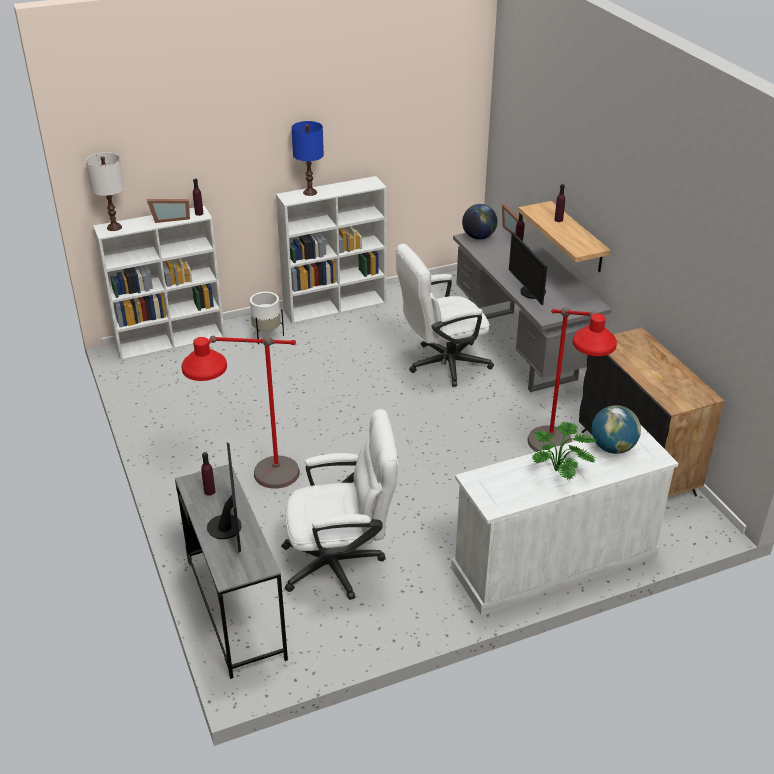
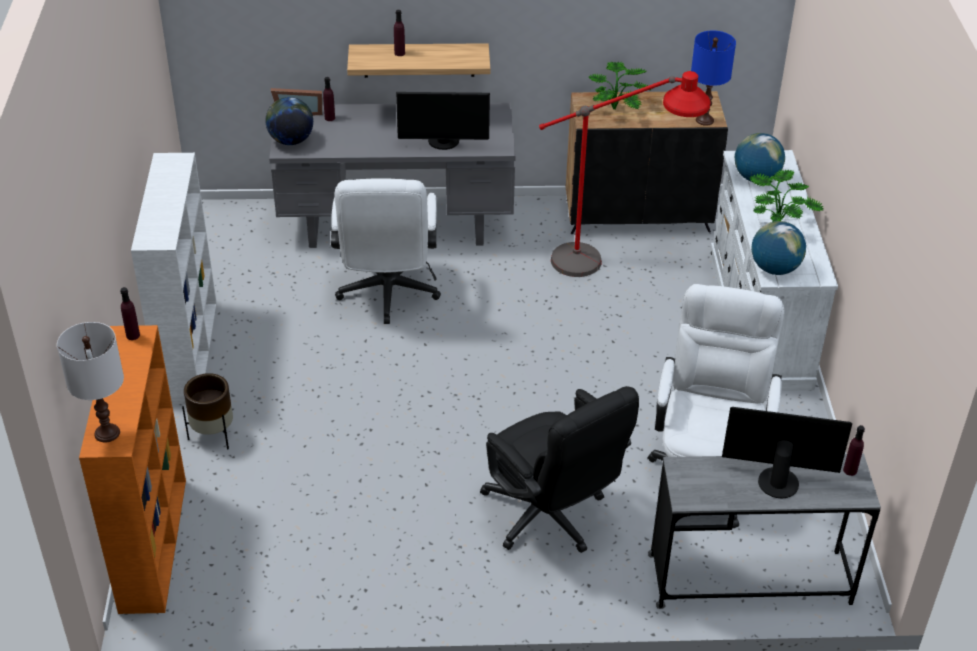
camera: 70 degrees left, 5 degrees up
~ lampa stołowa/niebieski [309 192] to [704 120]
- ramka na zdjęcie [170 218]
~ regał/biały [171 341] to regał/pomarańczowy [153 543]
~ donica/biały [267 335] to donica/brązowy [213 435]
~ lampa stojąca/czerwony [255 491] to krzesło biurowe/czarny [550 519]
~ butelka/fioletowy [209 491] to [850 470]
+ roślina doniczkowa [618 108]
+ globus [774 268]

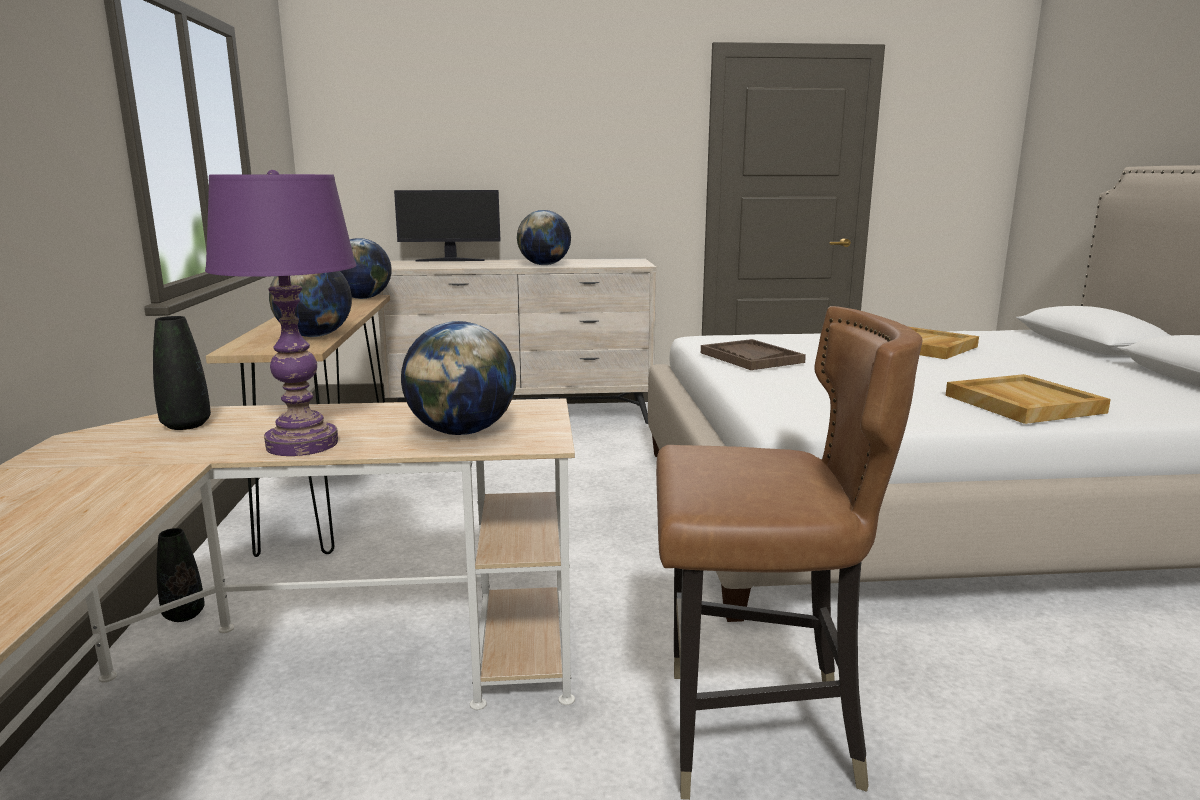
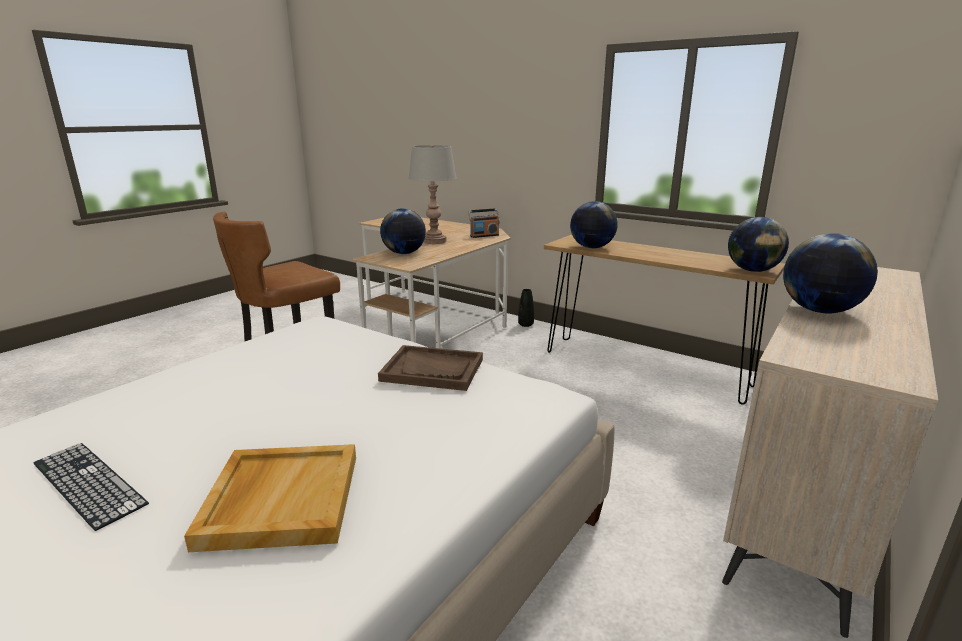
camera: 130 degrees right, 5 degrees up
~ lampa stołowa/fioletowy [302 444] to lampa stołowa/szary [434 241]
- monitor [450 260]
~ wazon/czarny [186 425] to radio [484 236]
- taca/beżowy [1021 403]
+ klawiatura [88 483]

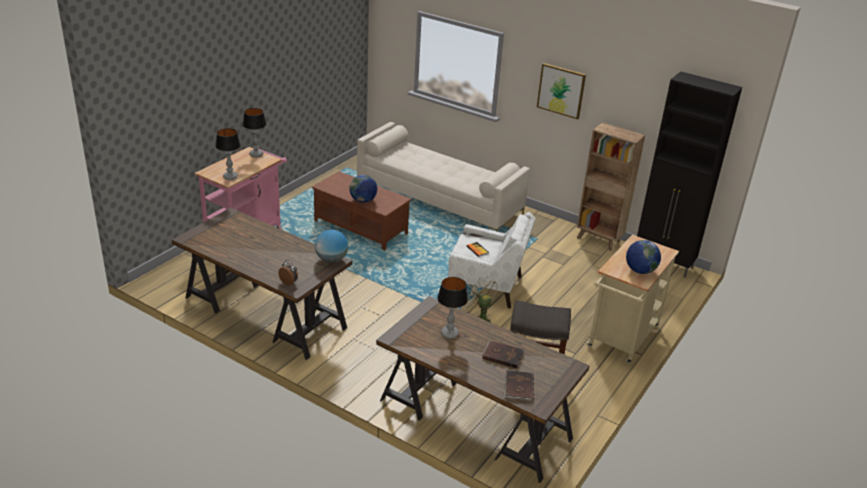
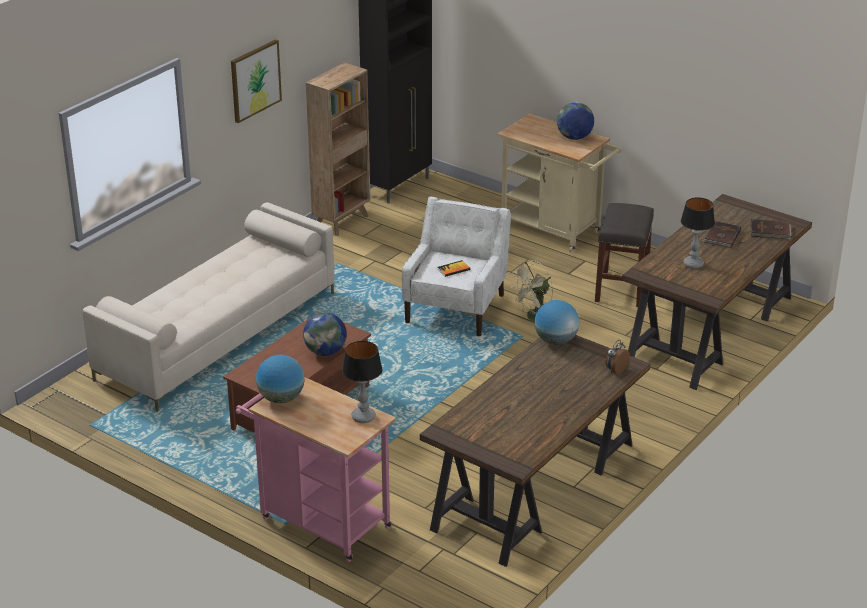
camera: 85 degrees left, 0 degrees up
~ lampa stołowa [256 154] to globus [281 398]

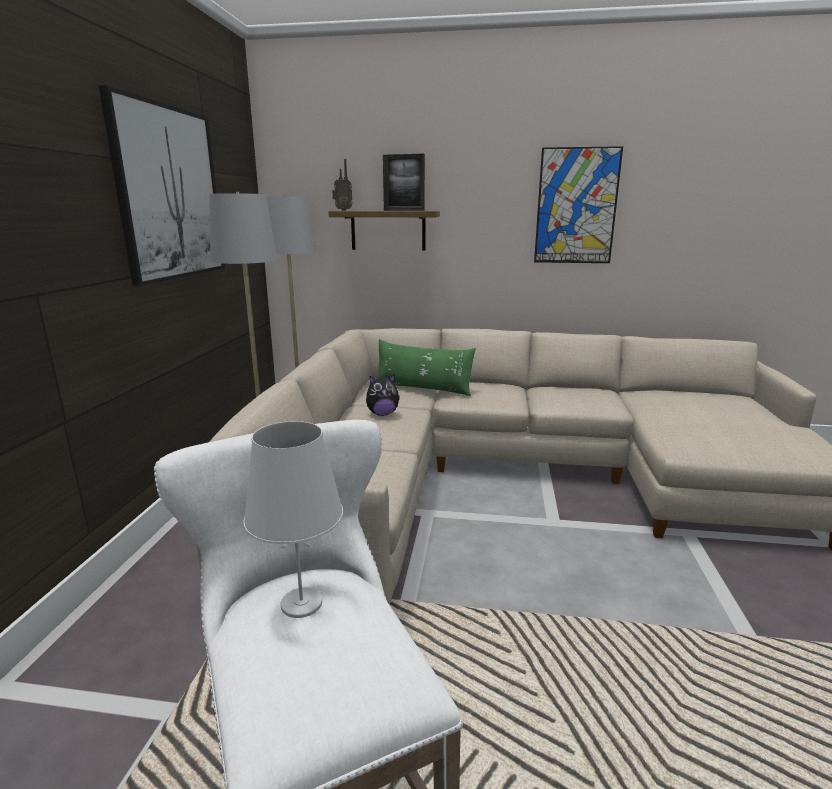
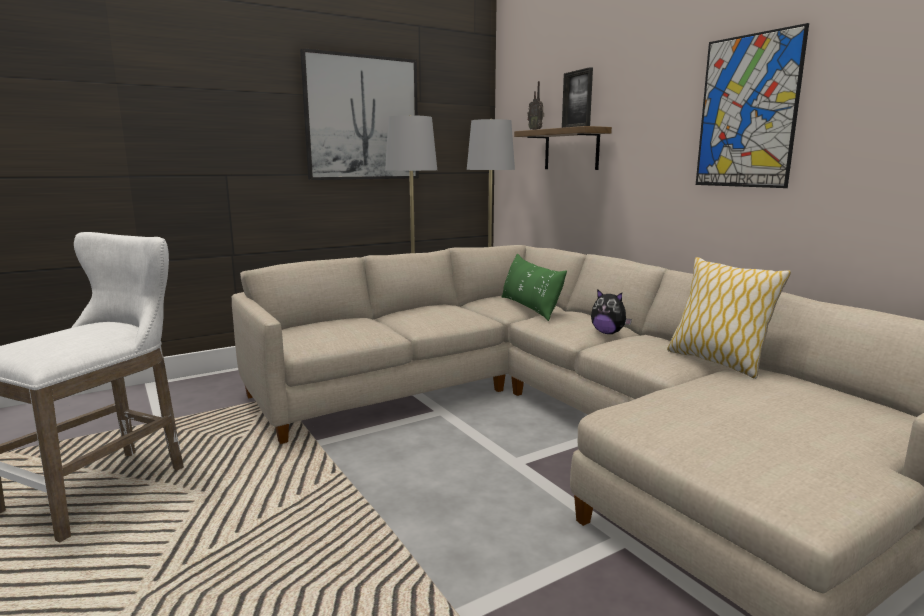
camera: 50 degrees right, 5 degrees down
~ pluszak [382 414] to [608 333]
- lampa stołowa/biały [301 603]
+ poduszka [717 362]

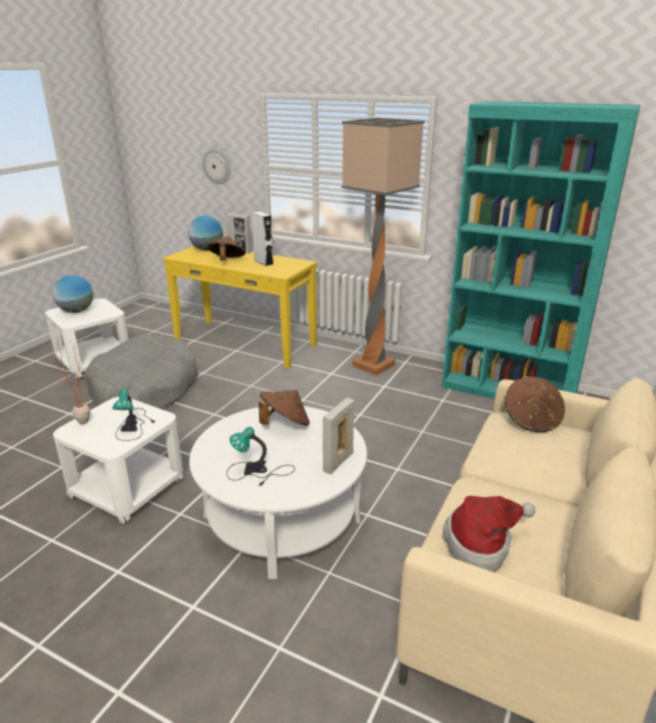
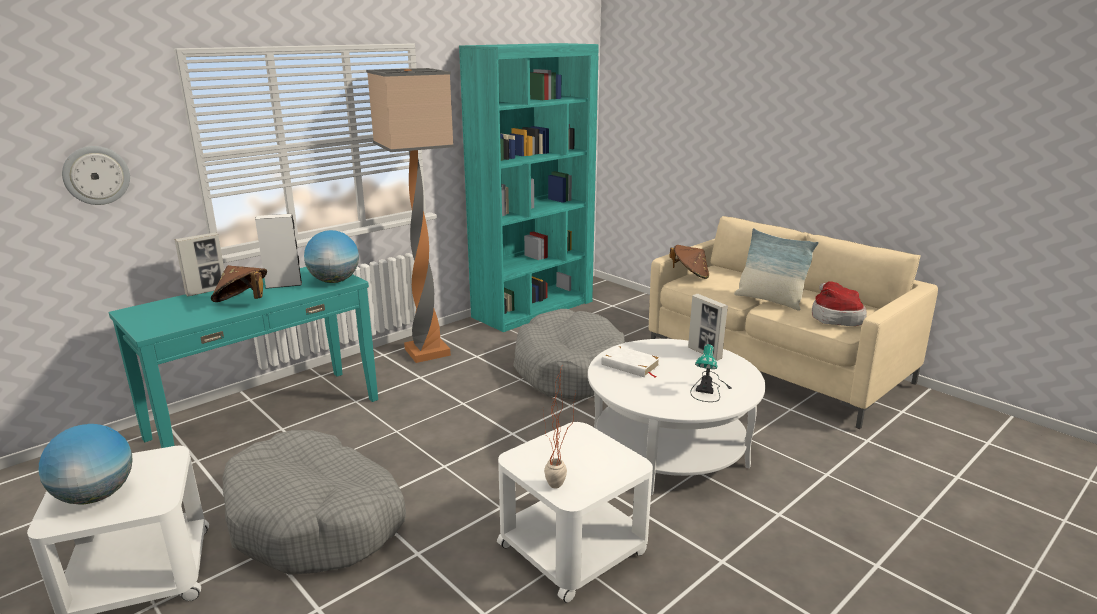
camera: 70 degrees left, 5 degrees down
~ globus [207 249] to [334 281]
~ stolik konsolowy/żółty [245 342] to stolik konsolowy/turkusowy [266 418]
- lampa stołowa [134 425]
~ kapelusz/brązowy [285 424] to książka/biały [630 365]
+ poduszka [769 300]
+ legowisko/szary [569 369]

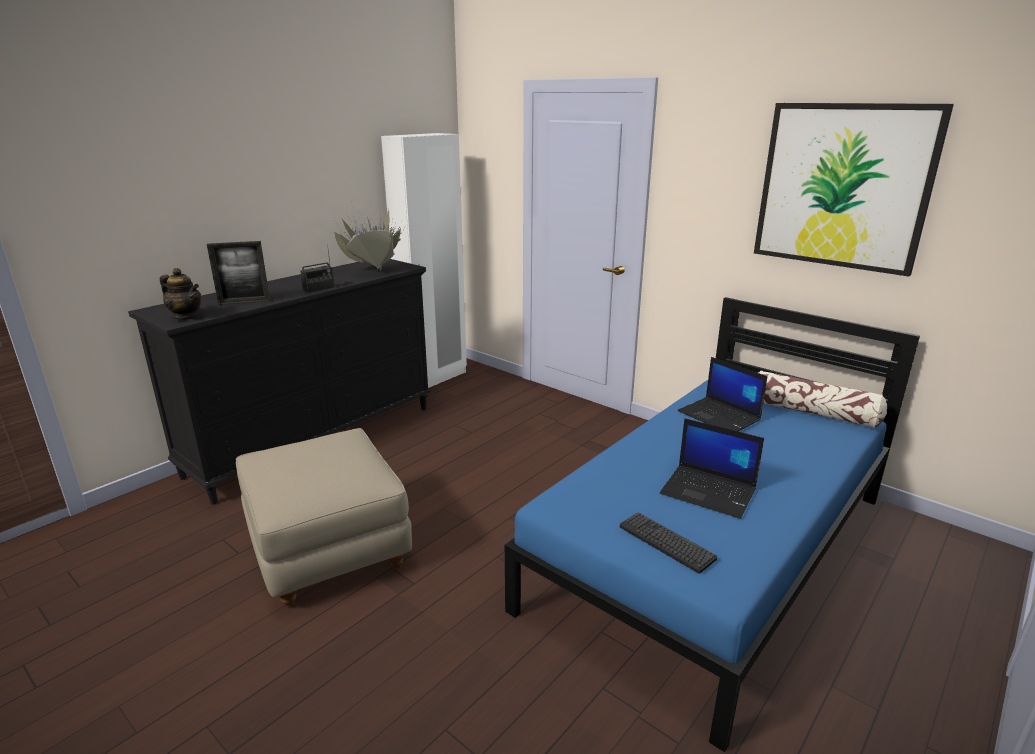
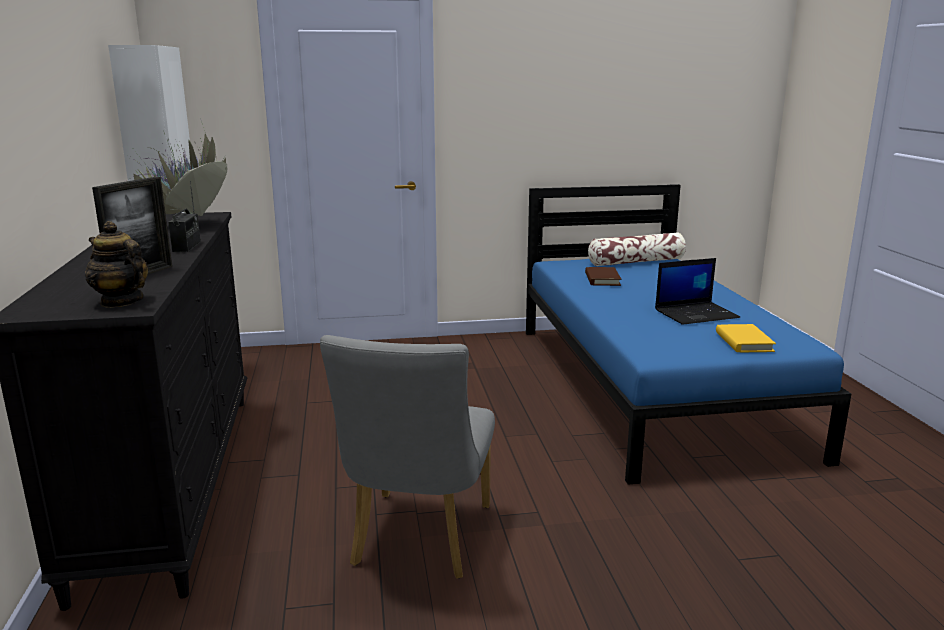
camera: 50 degrees left, 5 degrees down
- obraz [843 186]
~ imbryk [186 317] = [121 301] 120 degrees counterclockwise
~ laptop [720 416] to książka/brązowy [602 279]
~ pufa/beżowy [328 550] to krzesło/szary [418 541]
~ klawiatura [666 542] to książka/żółty [744 342]

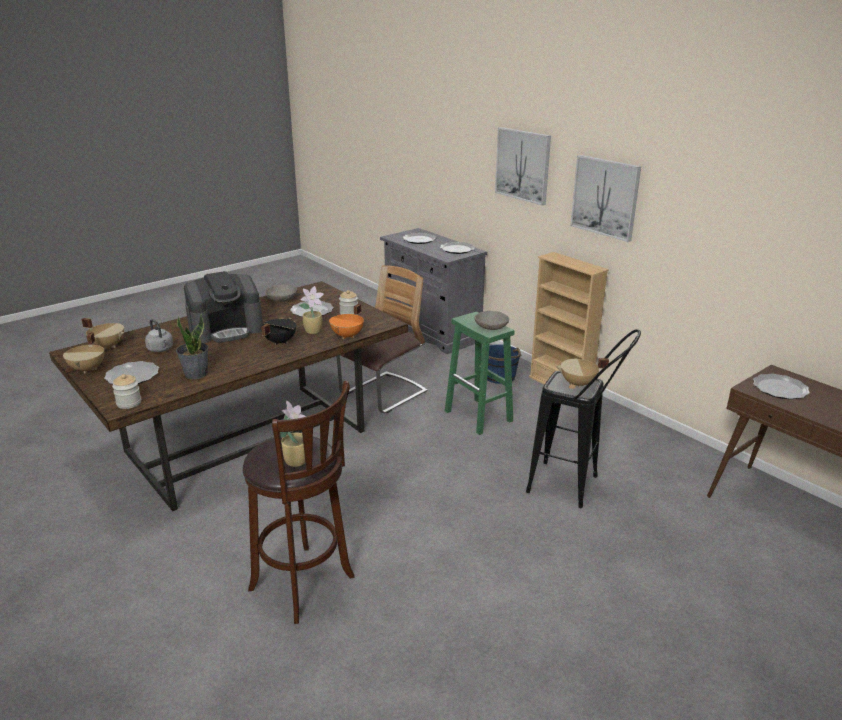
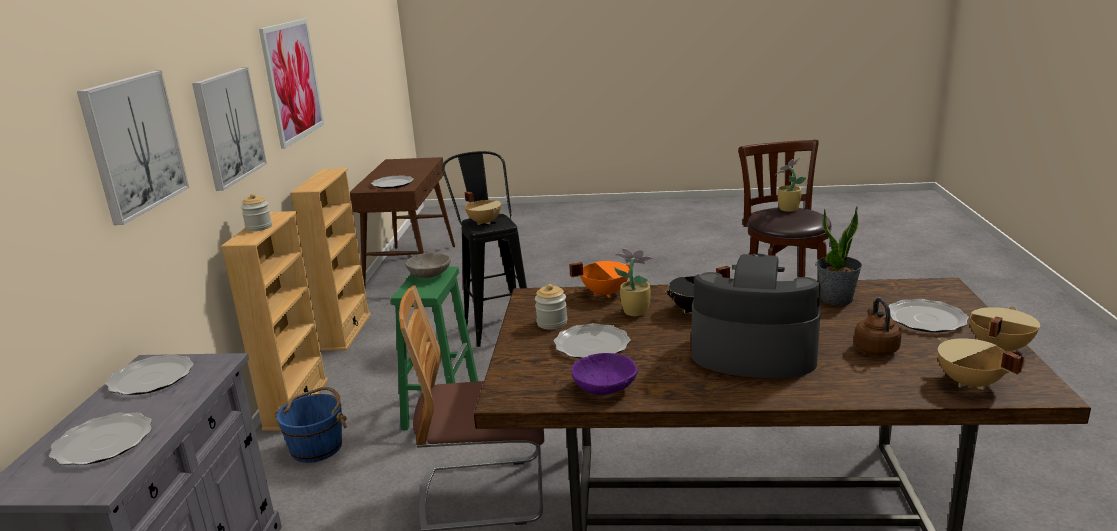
camera: 135 degrees left, 5 degrees down
~ miska/szary [281 299] to miska/fioletowy [604 387]
~ czajnik/szary [161 349] to czajnik/brązowy [875 348]
~ słoik [129 403] to [259 227]
+ obraz [292 81]
+ regał/beżowy [346 332]

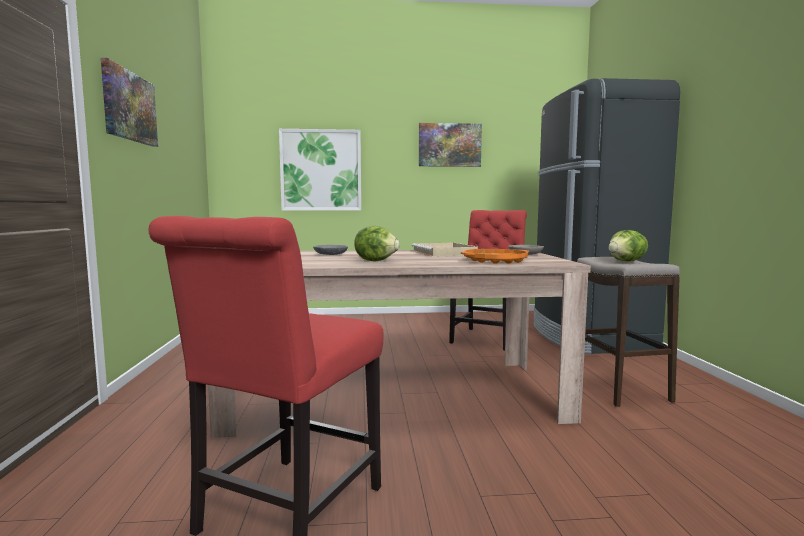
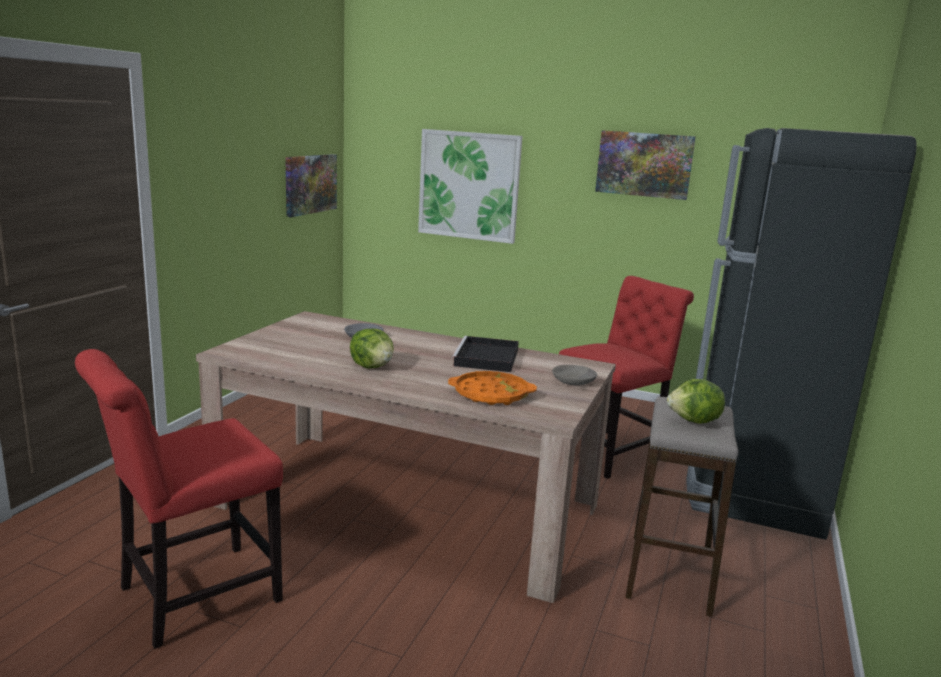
camera: 25 degrees right, 10 degrees up
~ obraz [129 107] to [310 184]
~ taca/beżowy [444 253] to taca/czarny [486 358]

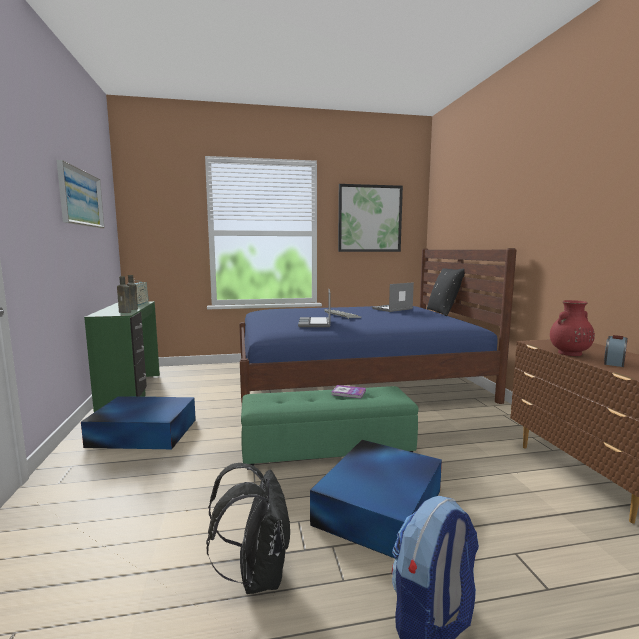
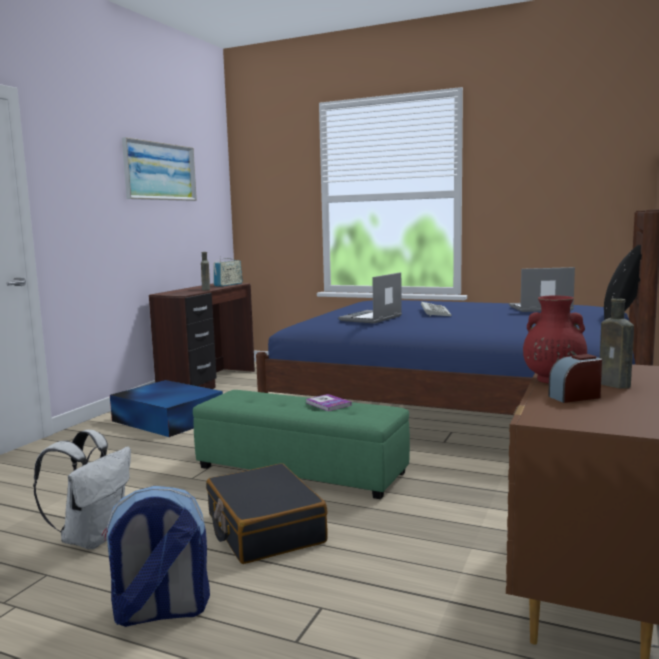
camera: 35 degrees right, 0 degrees up
- obraz [369 218]
~ butelka/brązowy [125 312] to [616 385]
~ biurko/zielony [132 391] to biurko/brązowy [209 382]
~ pojemnik do przechowywania/niebieski [380 506] to walizka/czarny [264 528]
~ plecak/czarny [256 574] to plecak/biały [93 537]

